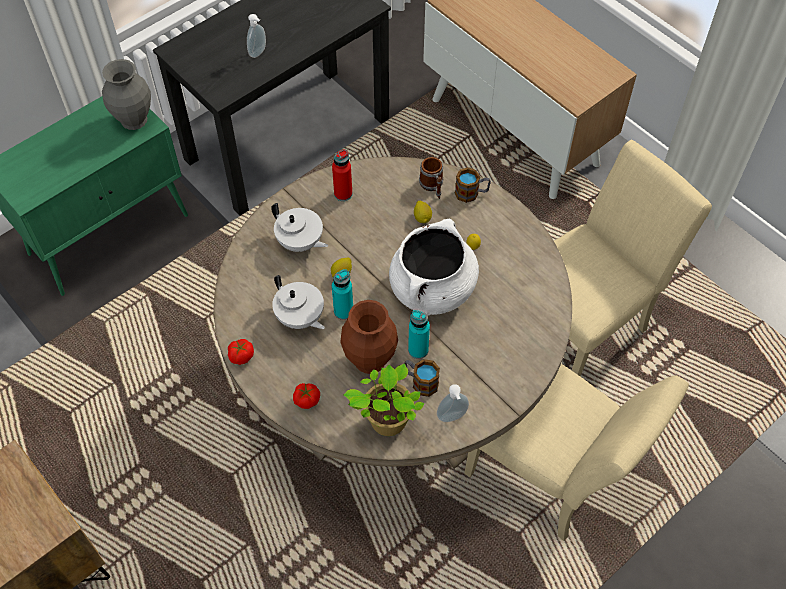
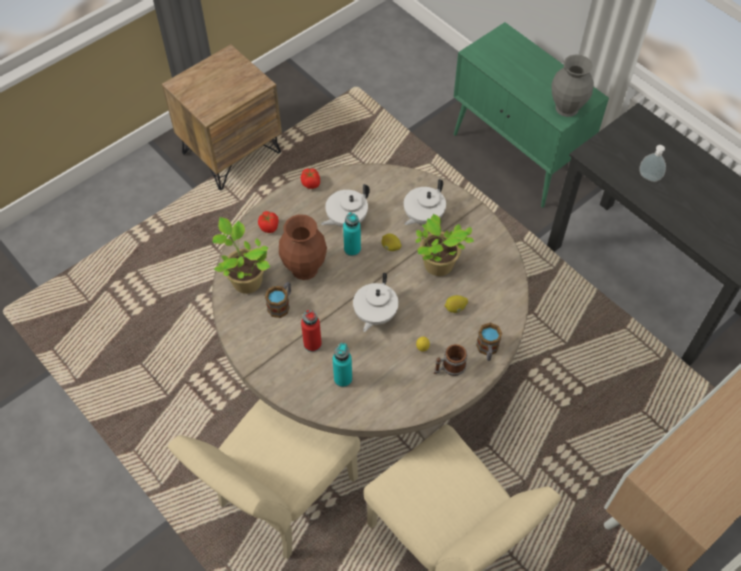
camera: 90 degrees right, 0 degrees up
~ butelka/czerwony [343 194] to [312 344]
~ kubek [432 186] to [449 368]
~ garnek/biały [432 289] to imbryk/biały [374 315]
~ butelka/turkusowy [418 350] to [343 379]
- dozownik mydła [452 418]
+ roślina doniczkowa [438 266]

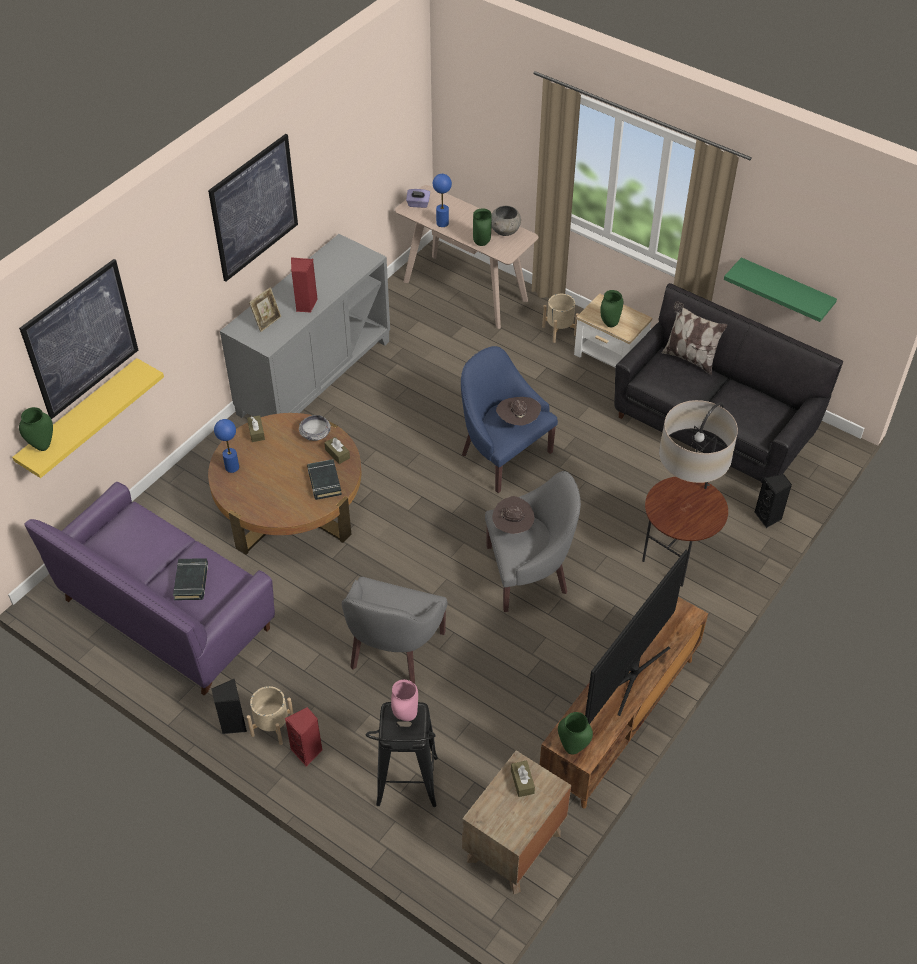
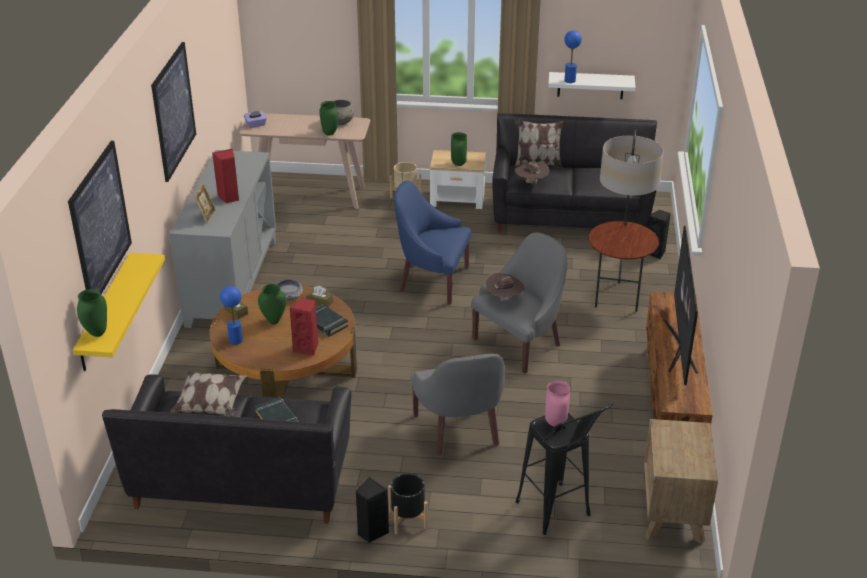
camera: 30 degrees left, 15 degrees down
~ lampa stołowa/niebieski [442 223] to [569 81]
~ półka/zielony [785 289] to półka/biały [590 85]
~ kapelusz/brązowy [518 421] to [531 182]
~ kanapa/fioletowy [166 614] to kanapa/czarny [241 481]
~ donica/beżowy [273 726] to donica/czarny [408 520]
~ głośnik/czerwony [307 751] to [307 348]
~ wazon/zielony [572 748] to [274 321]
- pudełko chusteczek/brązowy [522 782]
+ poduszka [211 406]

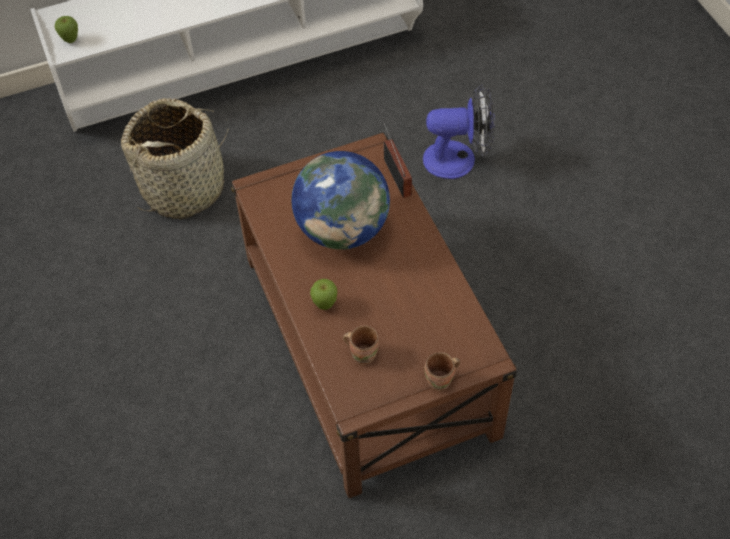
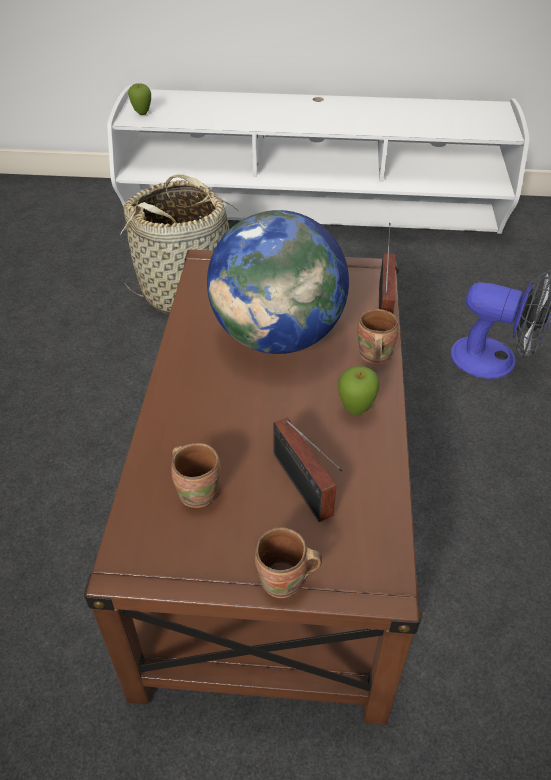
camera: 25 degrees right, 10 degrees down
~ jabłko [325 305] to [355 410]
+ kubek/brązowy [373 356]
+ radio [304 488]

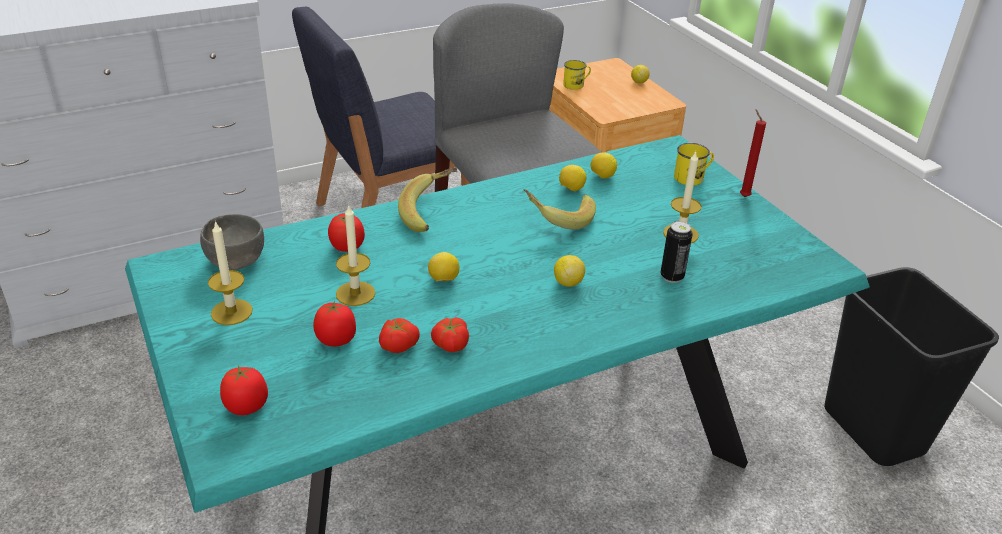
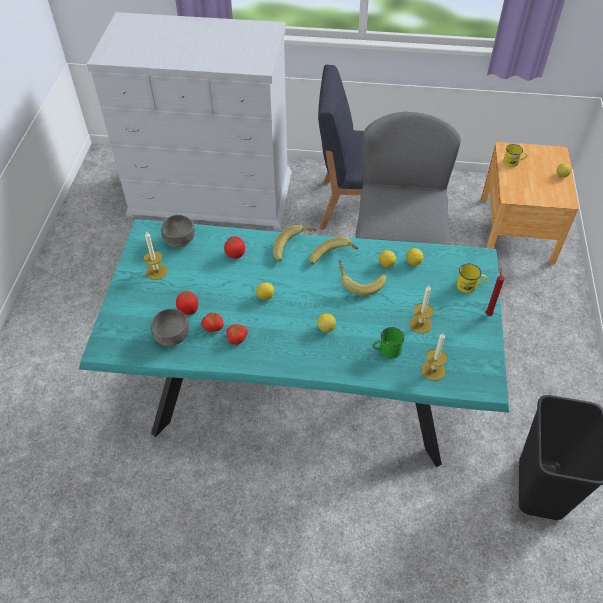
camera: 35 degrees right, 15 degrees up
~ świeca [355 293] to [433 370]
~ puszka [672 276] to kubek/zielony [386 350]
- pomidor [247 406]
+ banan [334 260]
+ miska/szary [172 336]

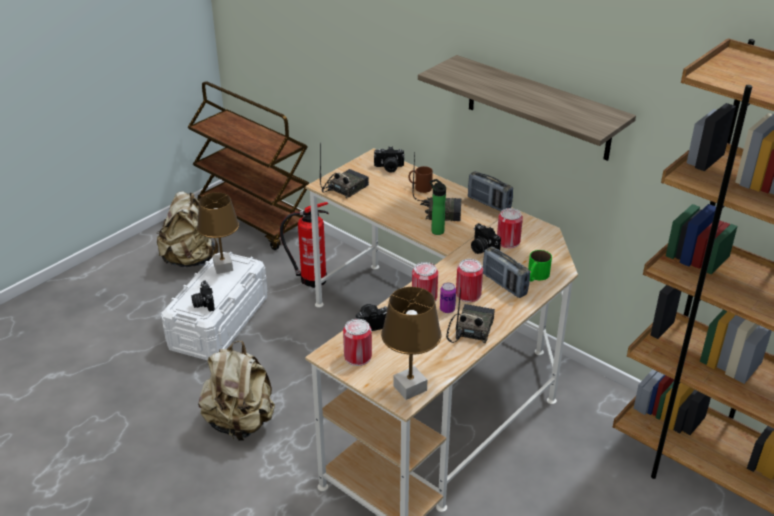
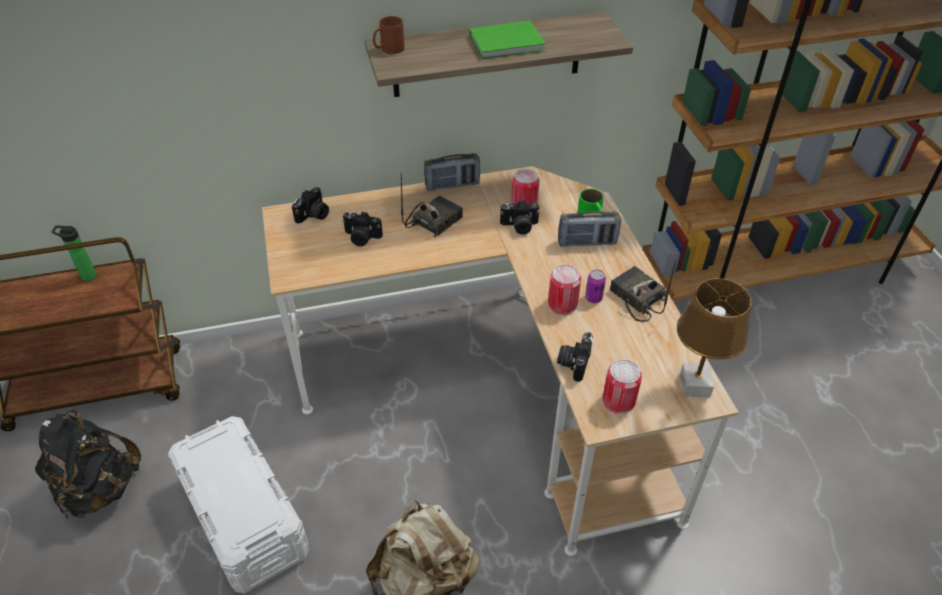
camera: 55 degrees left, 10 degrees up
- radio [345 188]
~ kubek/brązowy [419 187] to [388 50]
~ butelka [436 230] to [86 276]
~ plecak/beżowy [191 260] to plecak/czarny [99 488]
- lampa stołowa/brązowy [223 267]
- gaśnica [310 279]
- puszka [468 294]
~ aparat fotograficzny [203 303] to [361 238]
+ książka/zielony [509 43]

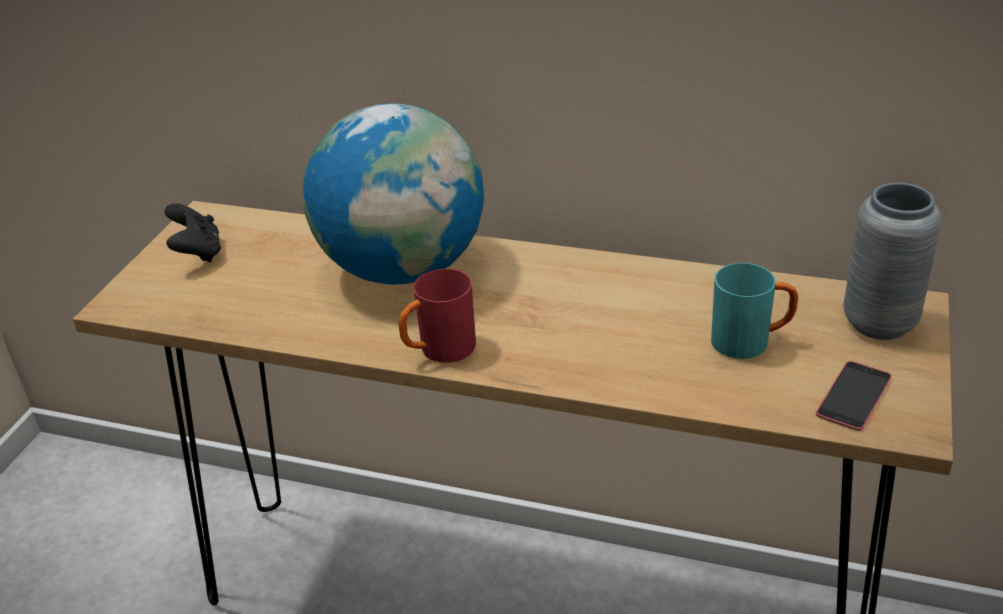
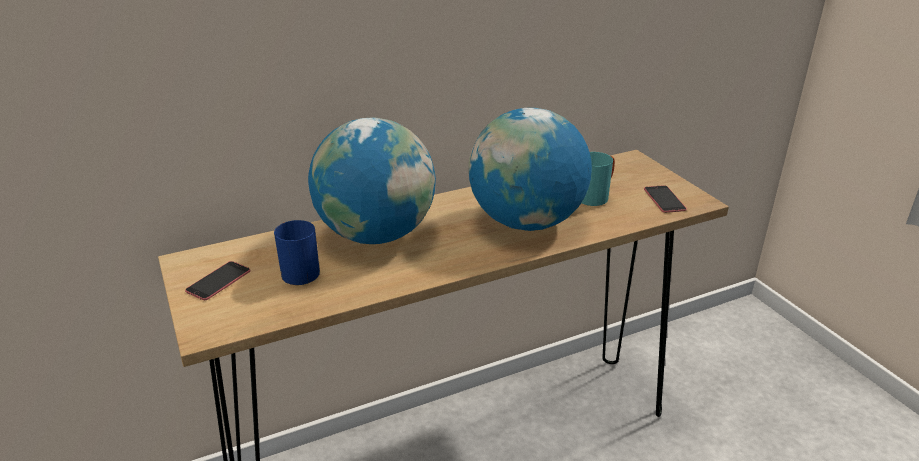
camera: 45 degrees left, 5 degrees down
- wazon/szary [879 323]
~ pad do gier/czarny [198 253] to telefon [218 281]
- kubek/czerwony [439 351]
+ globus [526 222]
+ kubek/niebieski [297 271]

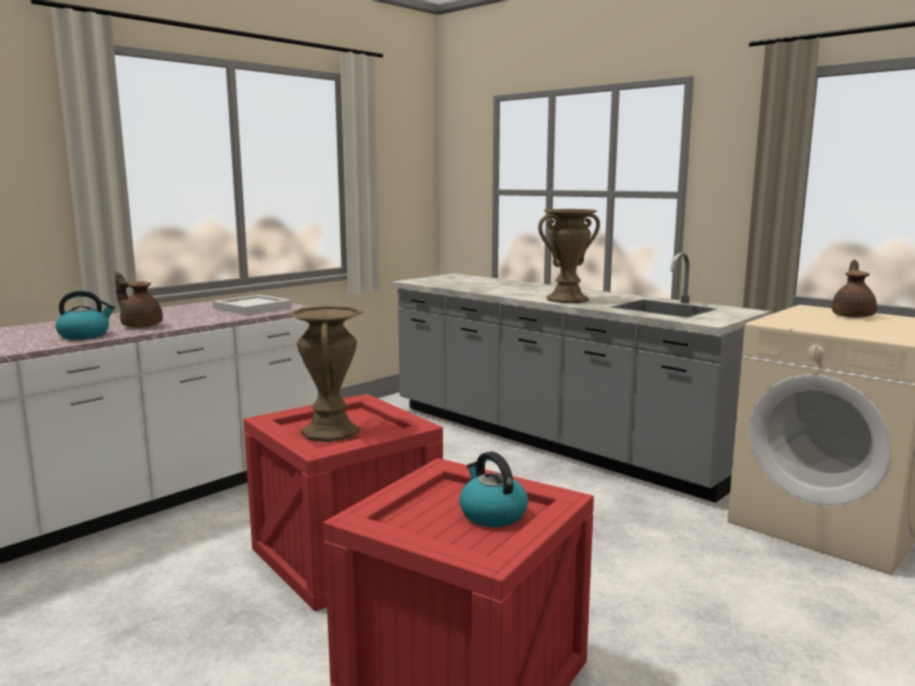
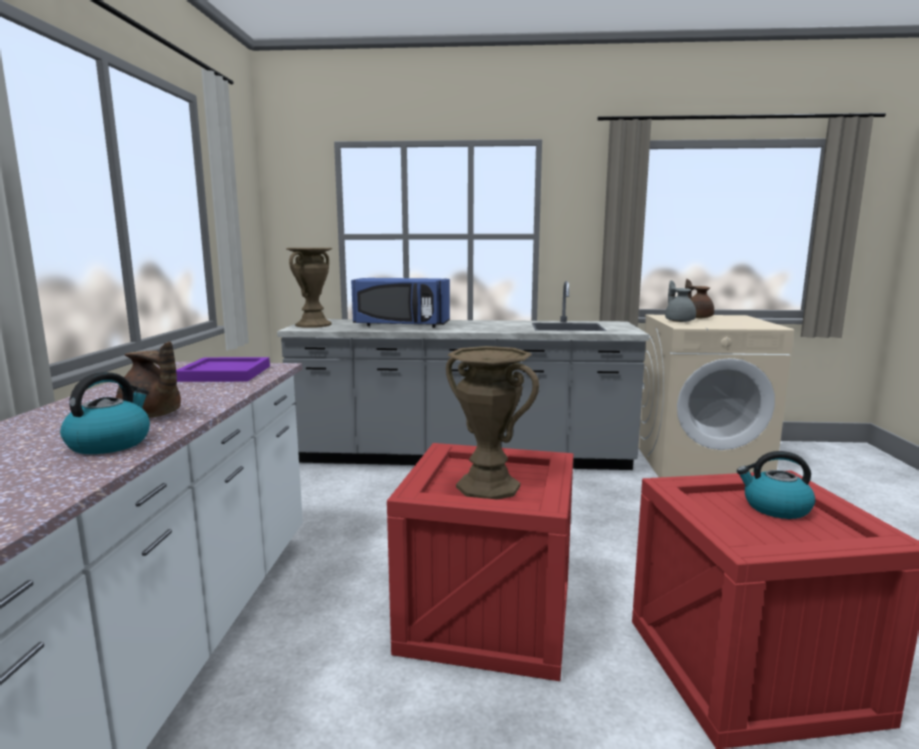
camera: 40 degrees left, 0 degrees up
~ wazon/brązowy [567 299] to [313 325]
~ imbryk/brązowy [141 325] = [152 415] 135 degrees counterclockwise
~ taca/biały [253 308] to taca/fioletowy [226 373]
+ mikrofalówka/niebieski [401 325]
+ imbryk/szary [679 321]

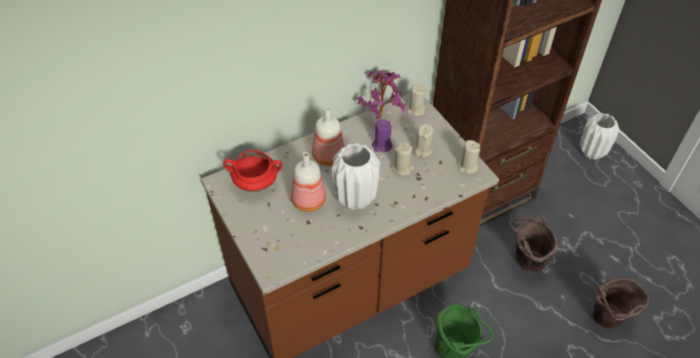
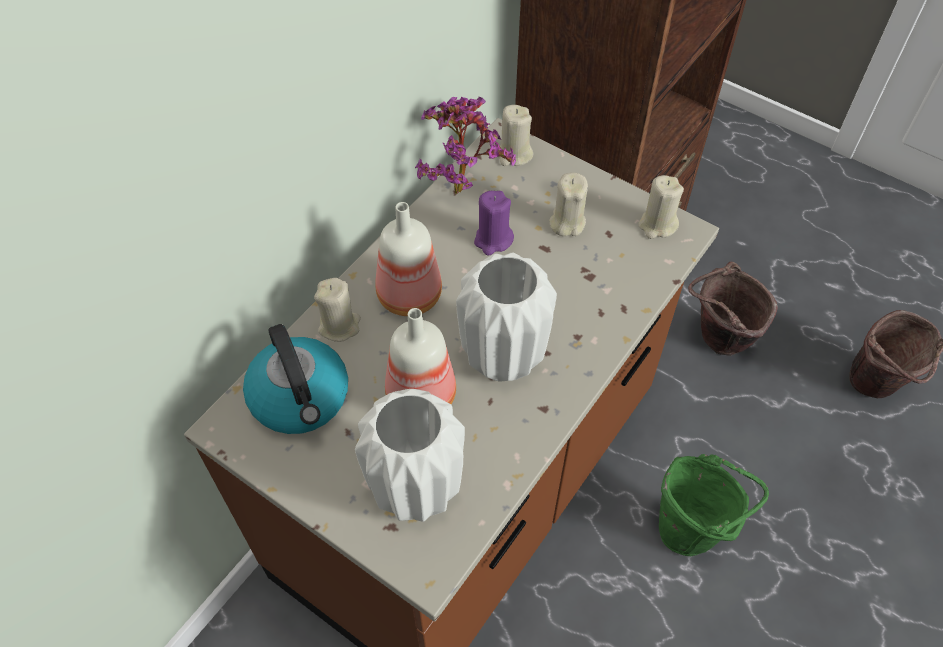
camera: 25 degrees left, 5 degrees up
~ wazon/biały [592 152] to [415 489]
~ świeca/beżowy [402 168] to [339 326]
~ garnek/czerwony [256 182] to czajnik [301 398]

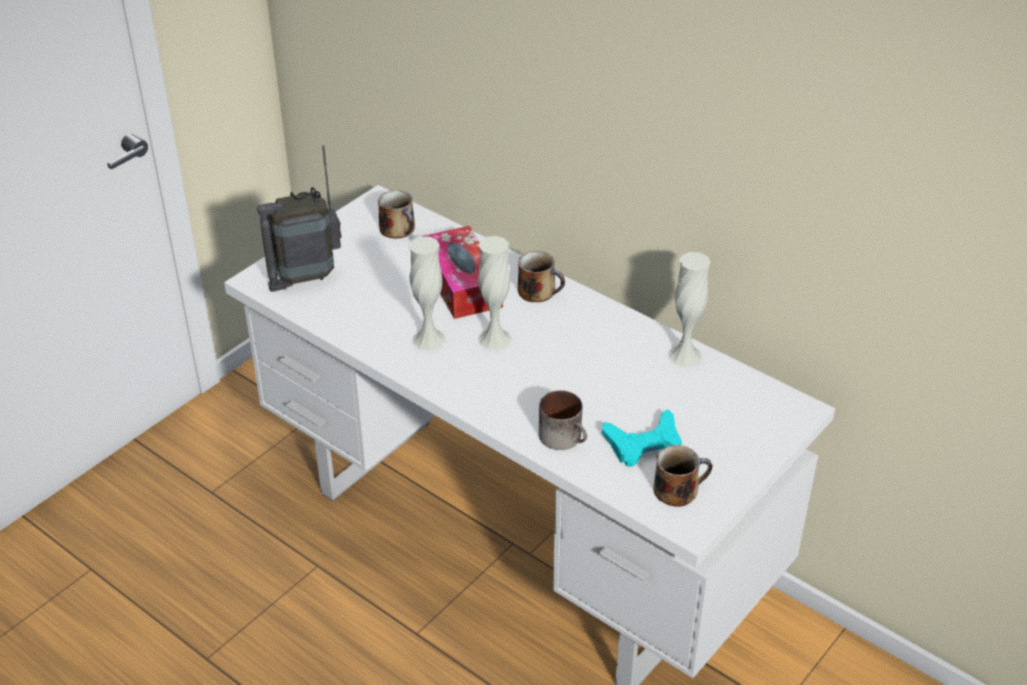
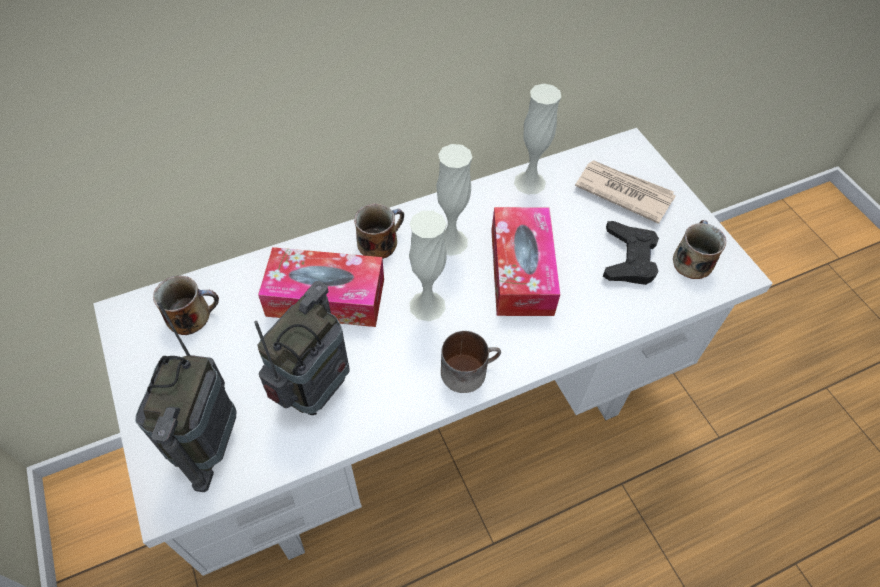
camera: 65 degrees left, 15 degrees up
~ wazon/biały [429 339] to [451 242]
~ kubek [565 437] to [468 369]
~ pad do gier/turkusowy [644 444] to pad do gier/czarny [628 258]
+ gazeta [623 192]
+ pudełko chusteczek [521 271]
+ radio [315 389]

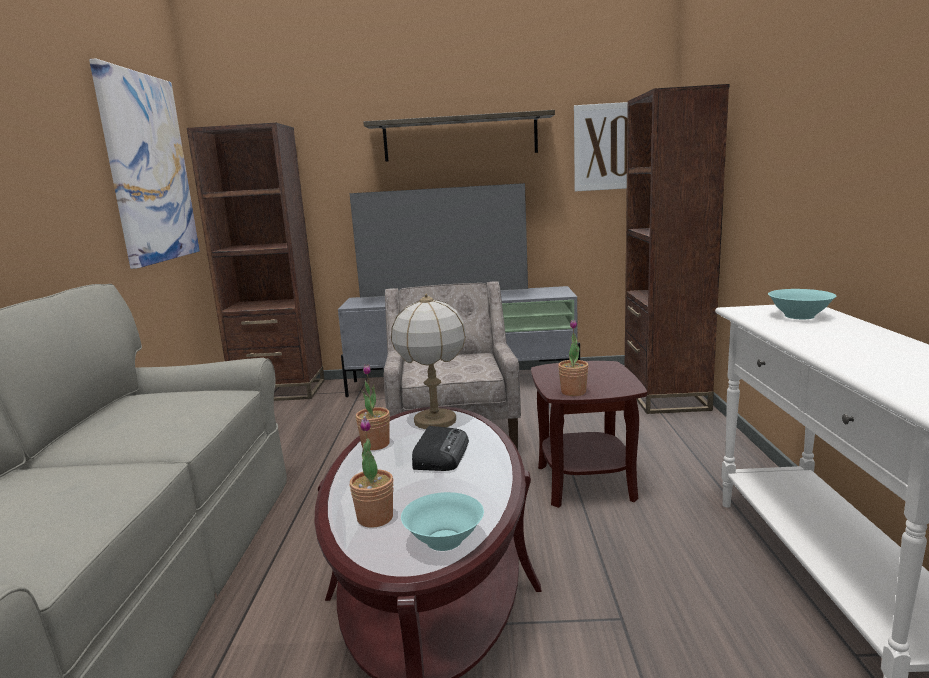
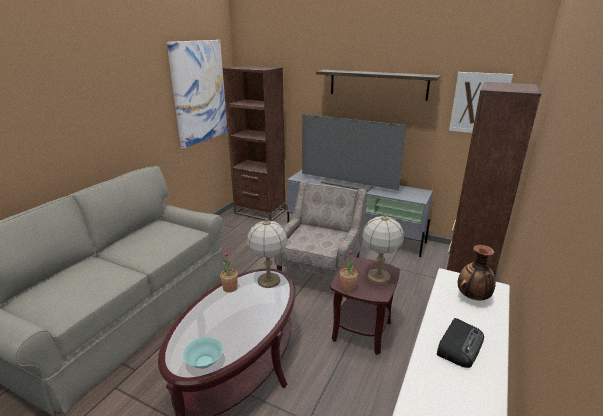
camera: 25 degrees right, 10 degrees up
~ miska/turkusowy [799 316] to wazon [473 297]
- roślina doniczkowa [375 518]
~ radio [441 454] to [459 345]
+ lampa stołowa [379 277]

